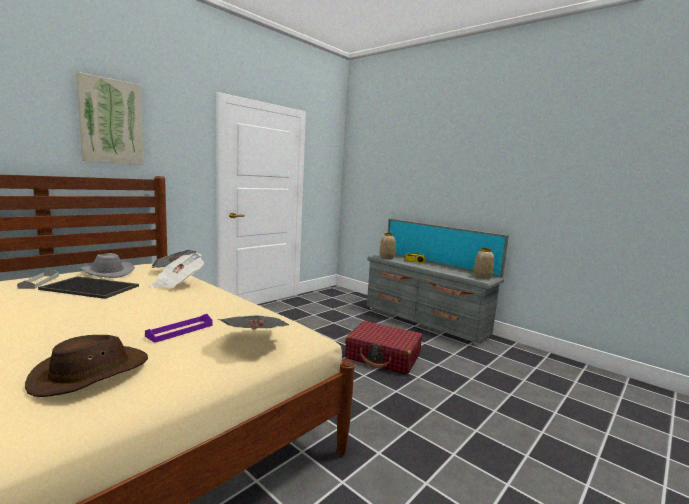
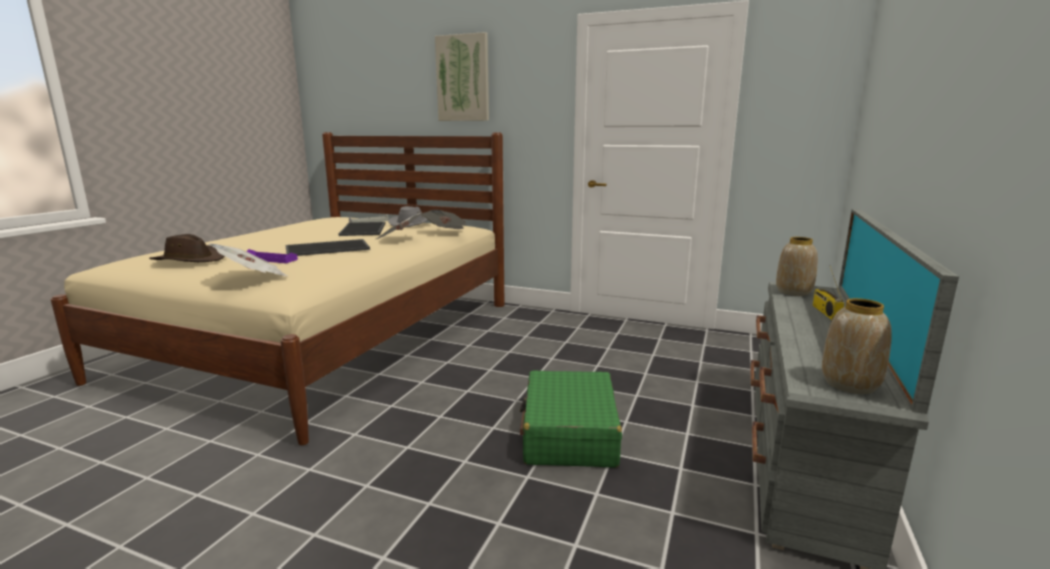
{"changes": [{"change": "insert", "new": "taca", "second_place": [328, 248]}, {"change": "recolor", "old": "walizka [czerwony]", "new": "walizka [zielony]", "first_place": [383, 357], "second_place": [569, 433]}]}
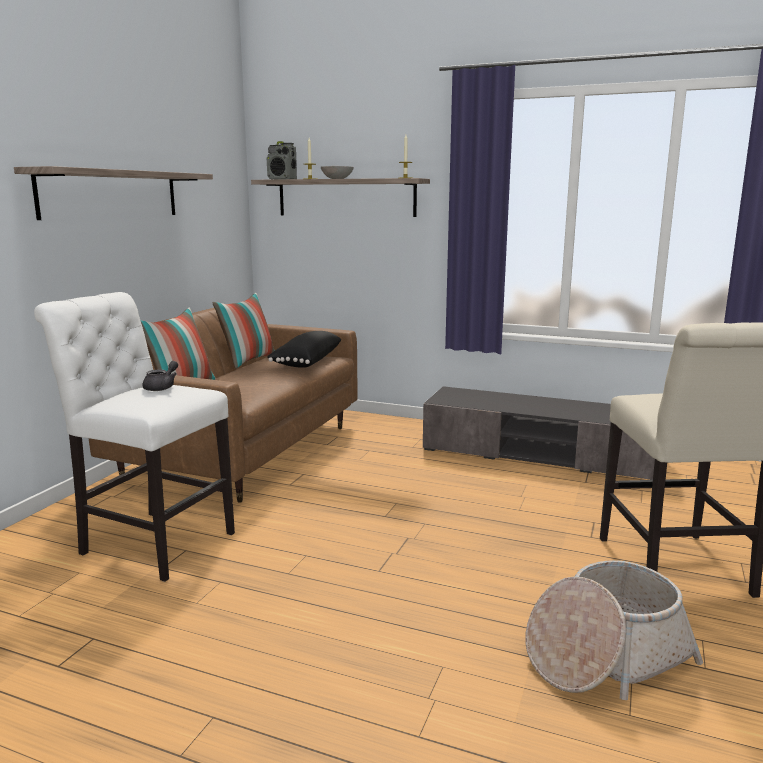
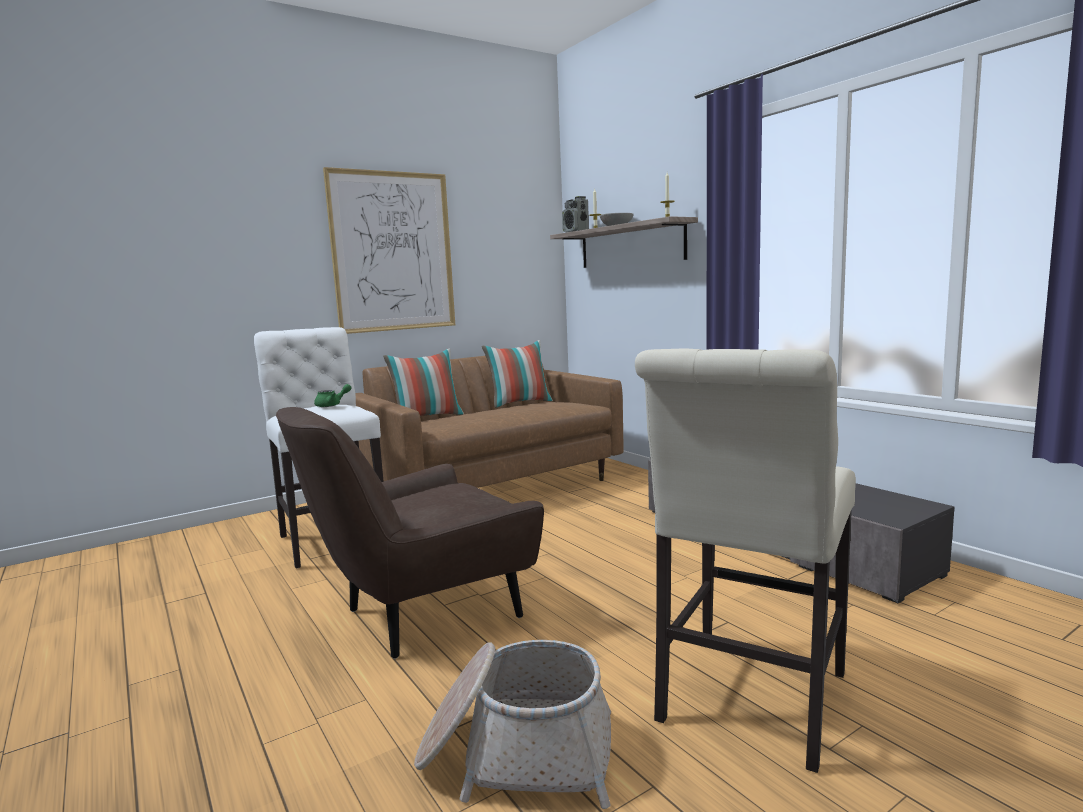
{"changes": [{"change": "insert", "new": "fotel [brązowy]", "second_place": [421, 616]}, {"change": "recolor", "old": "imbryk [szary]", "new": "imbryk [zielony]", "first_place": [162, 387], "second_place": [332, 405]}, {"change": "replace", "old": "półka", "new": "obraz", "first_place": [111, 194], "second_place": [392, 252]}, {"change": "delete", "old": "poduszka [czarny]", "first_place": [305, 361]}]}
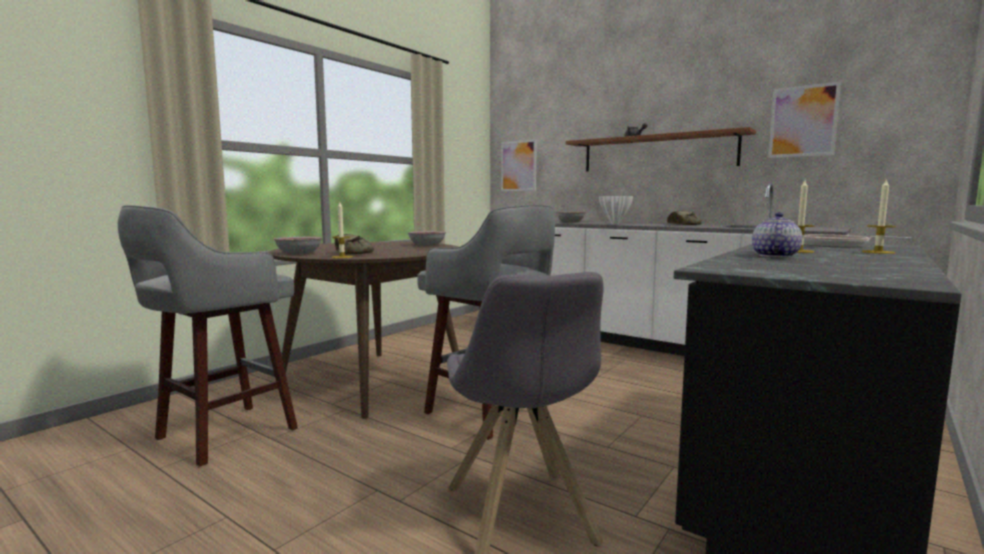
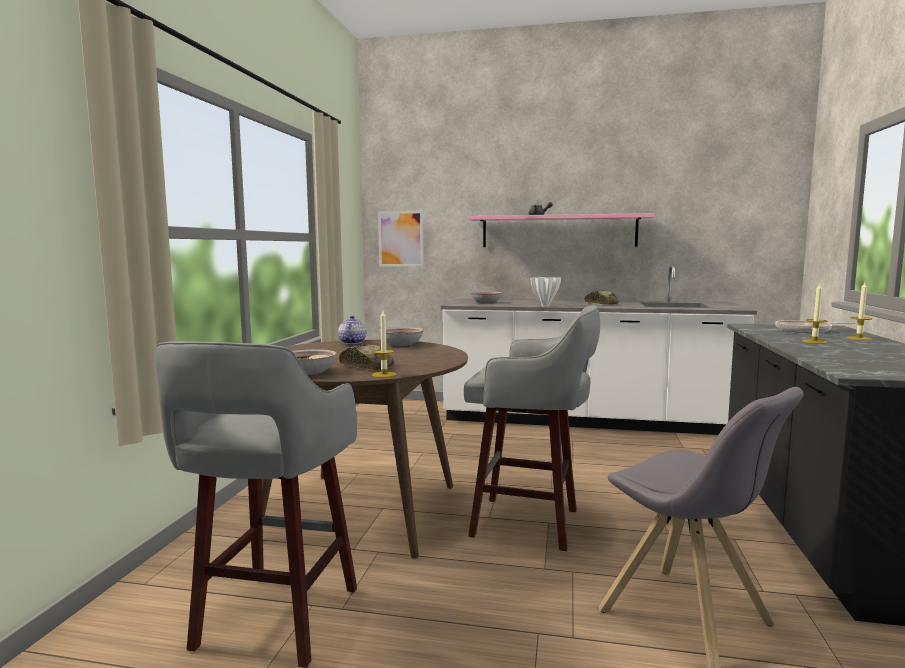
{"changes": [{"change": "move", "old": "imbryk", "first_place": [773, 256], "second_place": [351, 342]}, {"change": "recolor", "old": "półka [brązowy]", "new": "półka [różowy]", "first_place": [657, 153], "second_place": [558, 231]}, {"change": "delete", "old": "obraz", "first_place": [803, 121]}]}
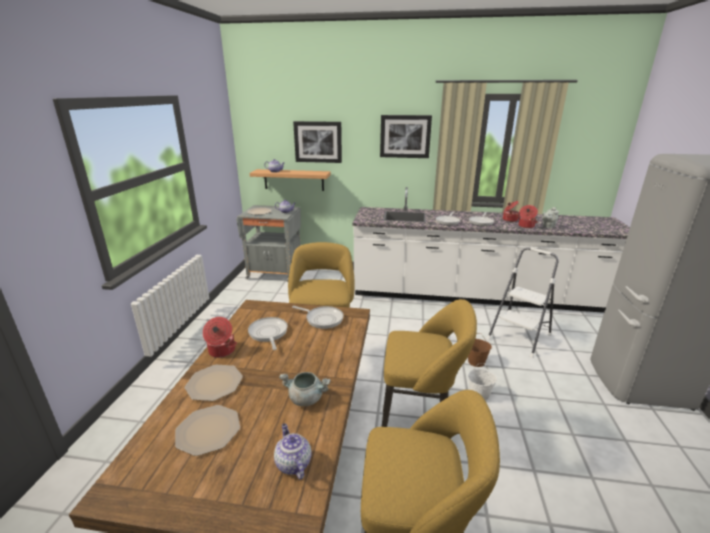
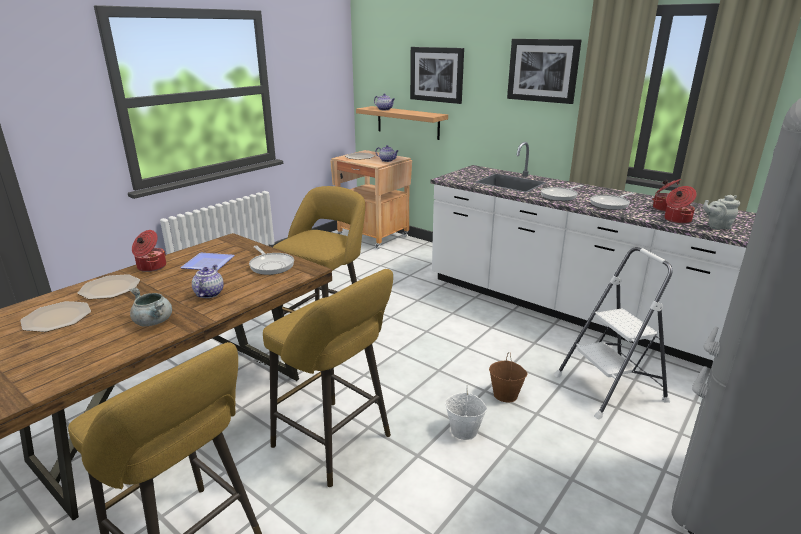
{"changes": [{"change": "replace", "old": "patelnia", "new": "talerz", "first_place": [268, 333], "second_place": [206, 264]}, {"change": "move", "old": "imbryk", "first_place": [293, 463], "second_place": [209, 293]}, {"change": "recolor", "old": "wózek [szary]", "new": "wózek [brązowy]", "first_place": [275, 273], "second_place": [373, 237]}]}
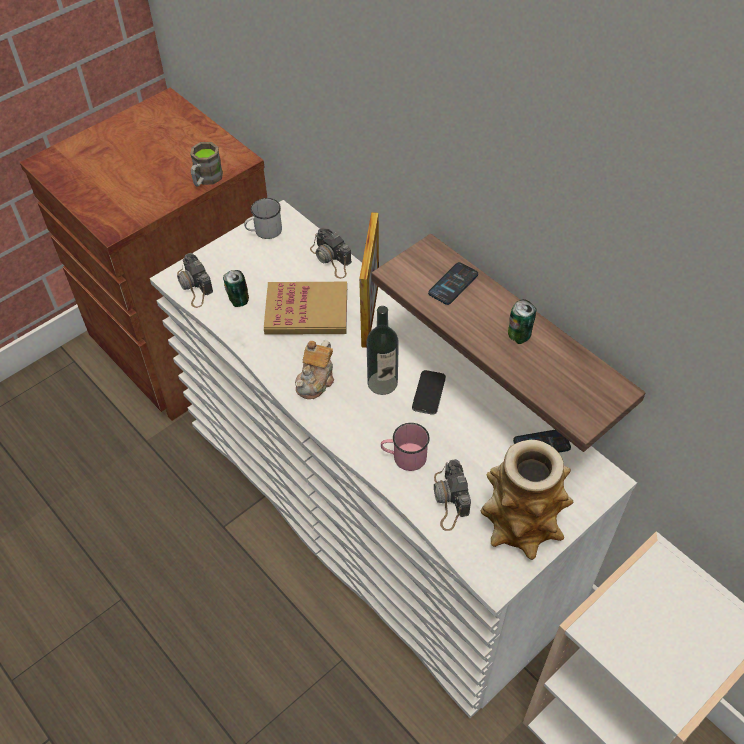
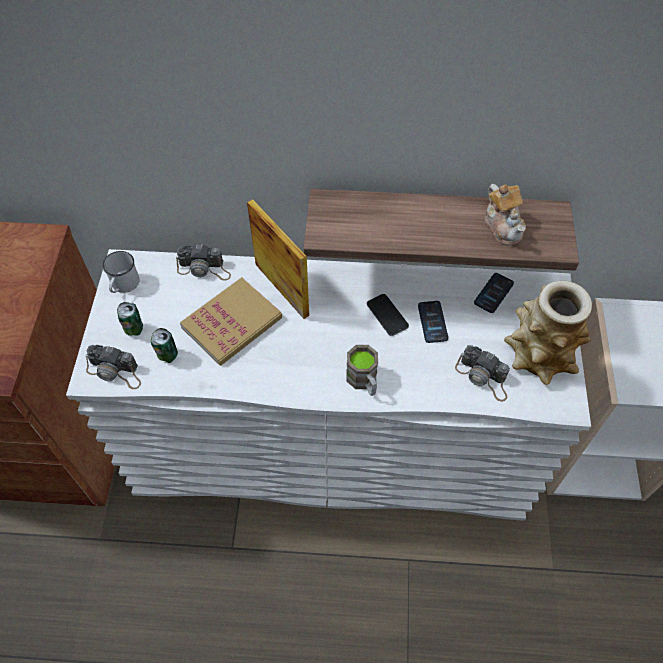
{"changes": [{"change": "move", "old": "puszka", "first_place": [518, 336], "second_place": [134, 330]}, {"change": "move", "old": "kubek [brązowy]", "first_place": [206, 179], "second_place": [364, 382]}, {"change": "move", "old": "telefon", "first_place": [453, 284], "second_place": [432, 322]}, {"change": "move", "old": "imbryk", "first_place": [316, 380], "second_place": [503, 226]}, {"change": "delete", "old": "butelka", "first_place": [382, 383]}, {"change": "delete", "old": "kubek [różowy]", "first_place": [404, 457]}]}
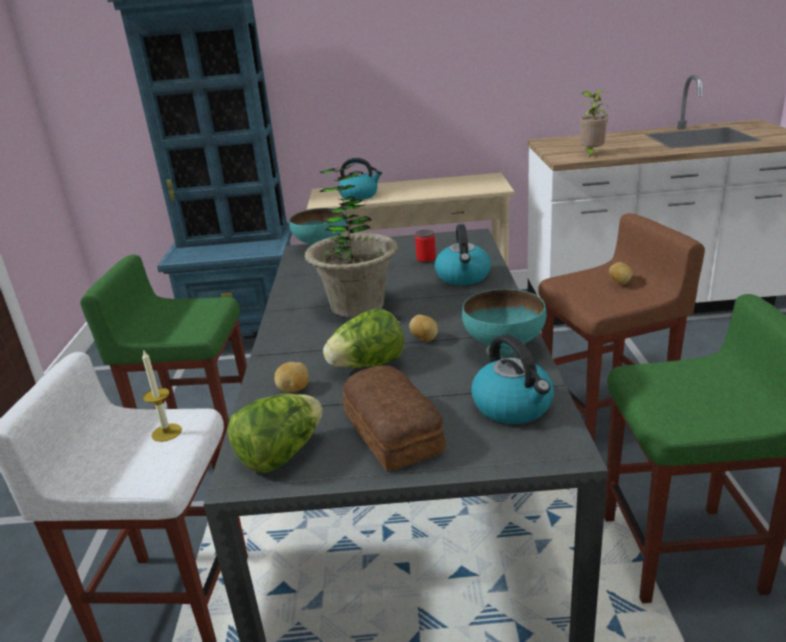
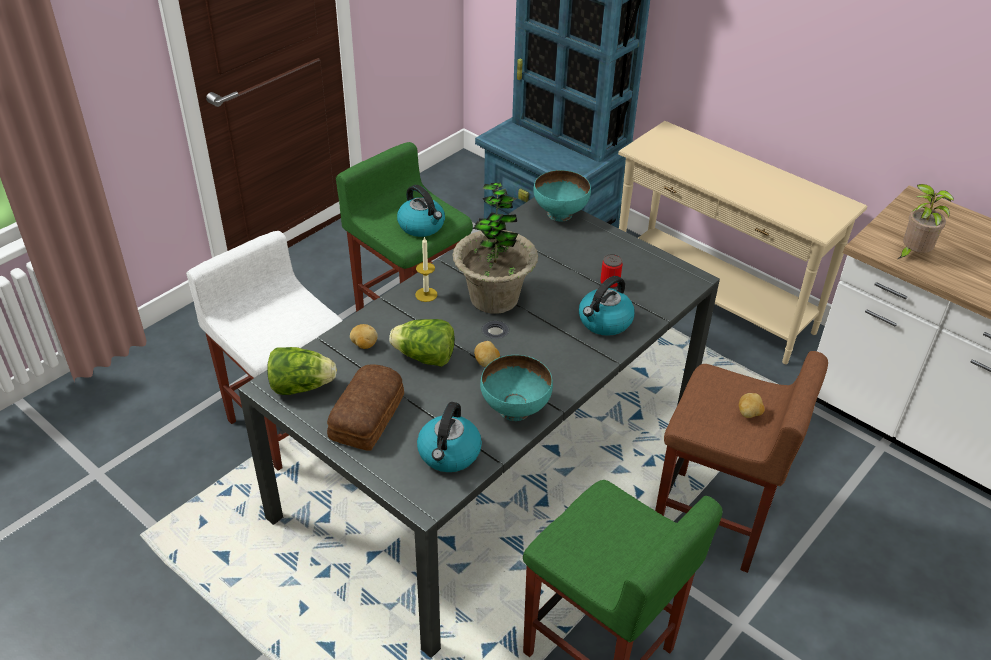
{"changes": [{"change": "move", "old": "czajnik", "first_place": [359, 195], "second_place": [422, 226]}, {"change": "move", "old": "świeca", "first_place": [166, 432], "second_place": [426, 294]}]}
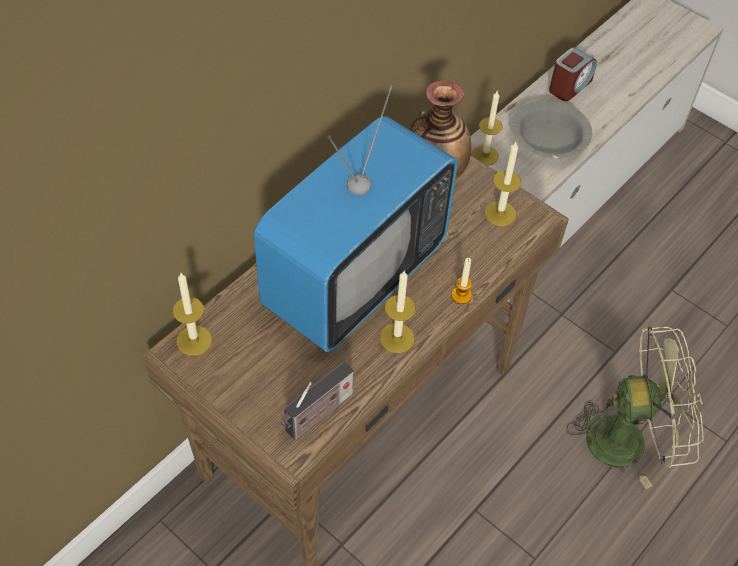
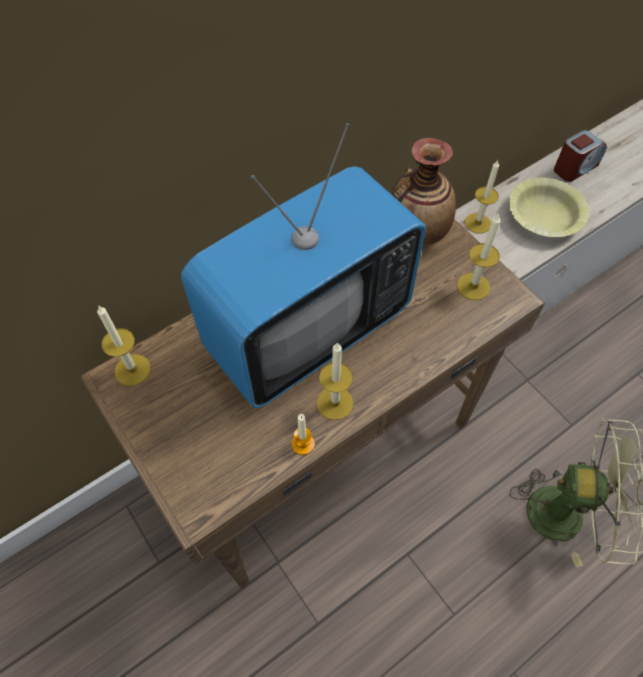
{"changes": [{"change": "move", "old": "świeca", "first_place": [461, 295], "second_place": [303, 444]}, {"change": "recolor", "old": "miska [szary]", "new": "miska [żółty]", "first_place": [548, 139], "second_place": [543, 216]}, {"change": "delete", "old": "radio", "first_place": [317, 415]}]}
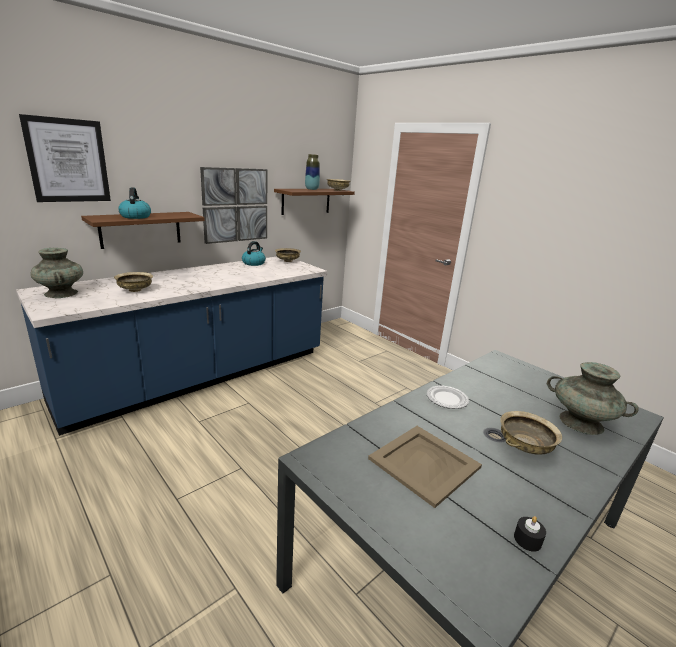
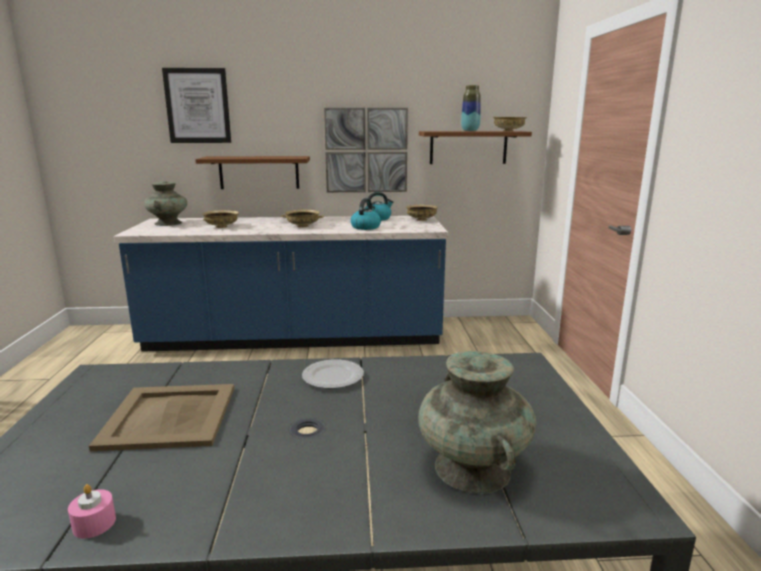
{"changes": [{"change": "recolor", "old": "świeca [czarny]", "new": "świeca [różowy]", "first_place": [527, 540], "second_place": [94, 523]}, {"change": "move", "old": "miska [beżowy]", "first_place": [525, 446], "second_place": [303, 226]}, {"change": "move", "old": "czajnik", "first_place": [135, 216], "second_place": [365, 227]}]}
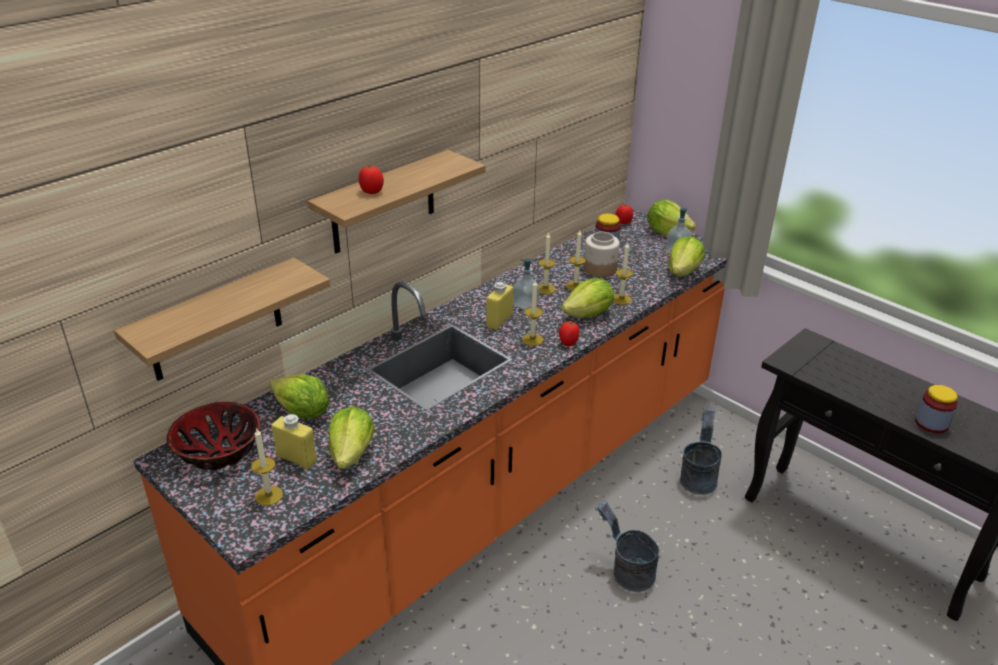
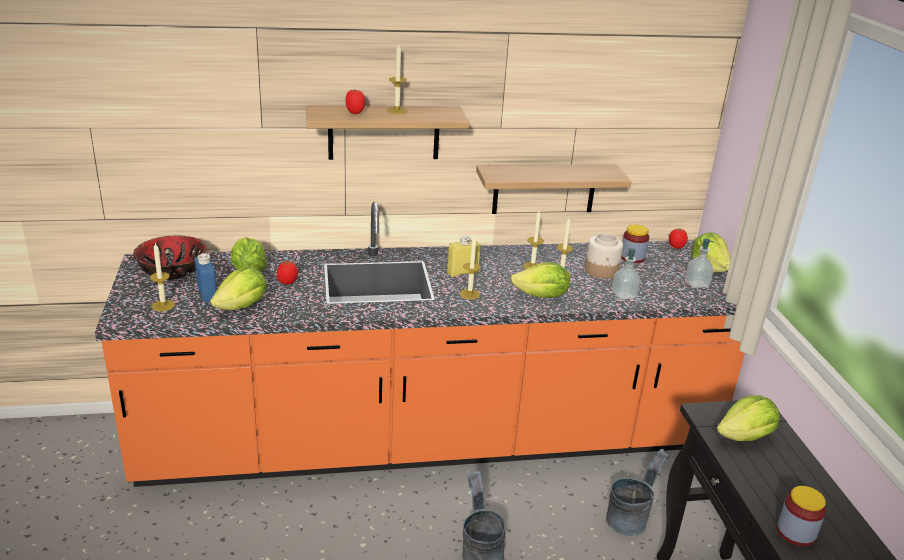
{"changes": [{"change": "recolor", "old": "butelka [żółty]", "new": "butelka [niebieski]", "first_place": [296, 459], "second_place": [207, 294]}, {"change": "move", "old": "pomidor", "first_place": [568, 343], "second_place": [288, 282]}, {"change": "move", "old": "świeca", "first_place": [621, 299], "second_place": [397, 110]}, {"change": "move", "old": "półka", "first_place": [215, 321], "second_place": [544, 188]}, {"change": "move", "old": "dozownik mydła", "first_place": [525, 305], "second_place": [624, 295]}, {"change": "move", "old": "sałata", "first_place": [683, 272], "second_place": [745, 437]}]}
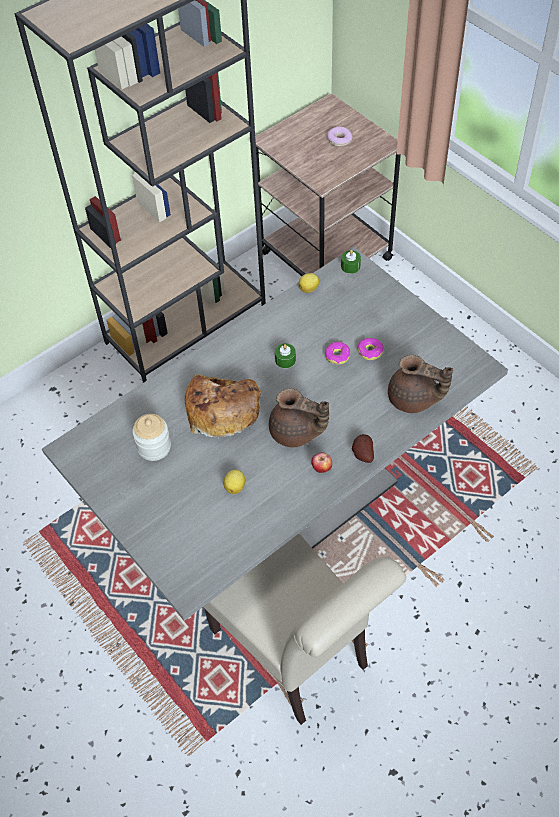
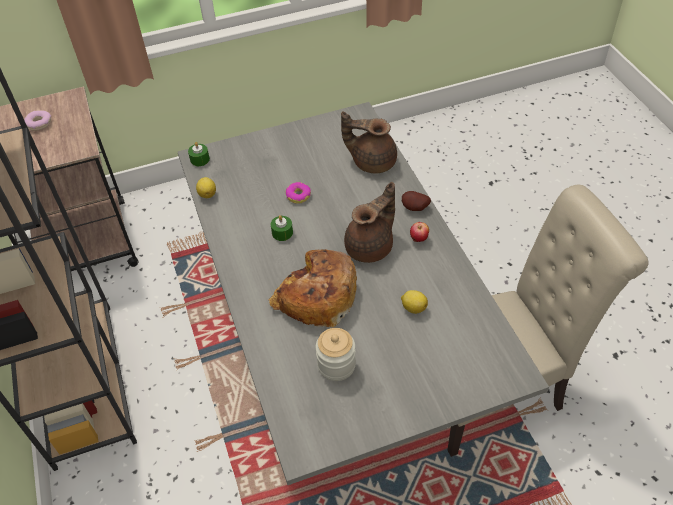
{"changes": [{"change": "rotate", "old": "imbryk [brązowy]", "first_place": [413, 399], "second_place": [372, 161], "degrees": -120}, {"change": "delete", "old": "donut", "first_place": [370, 351]}]}
